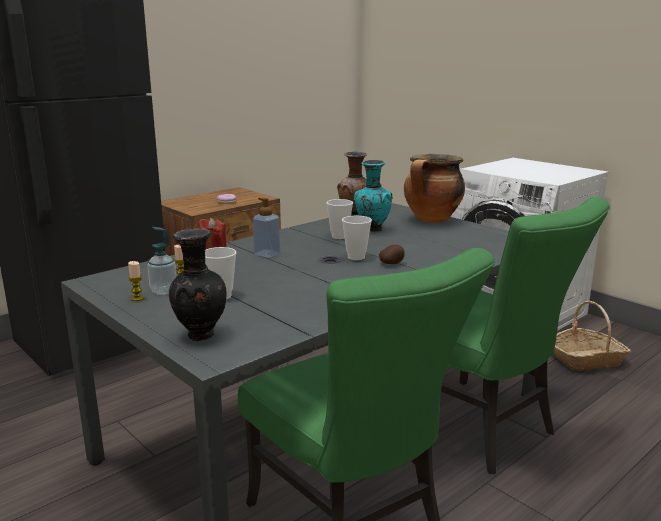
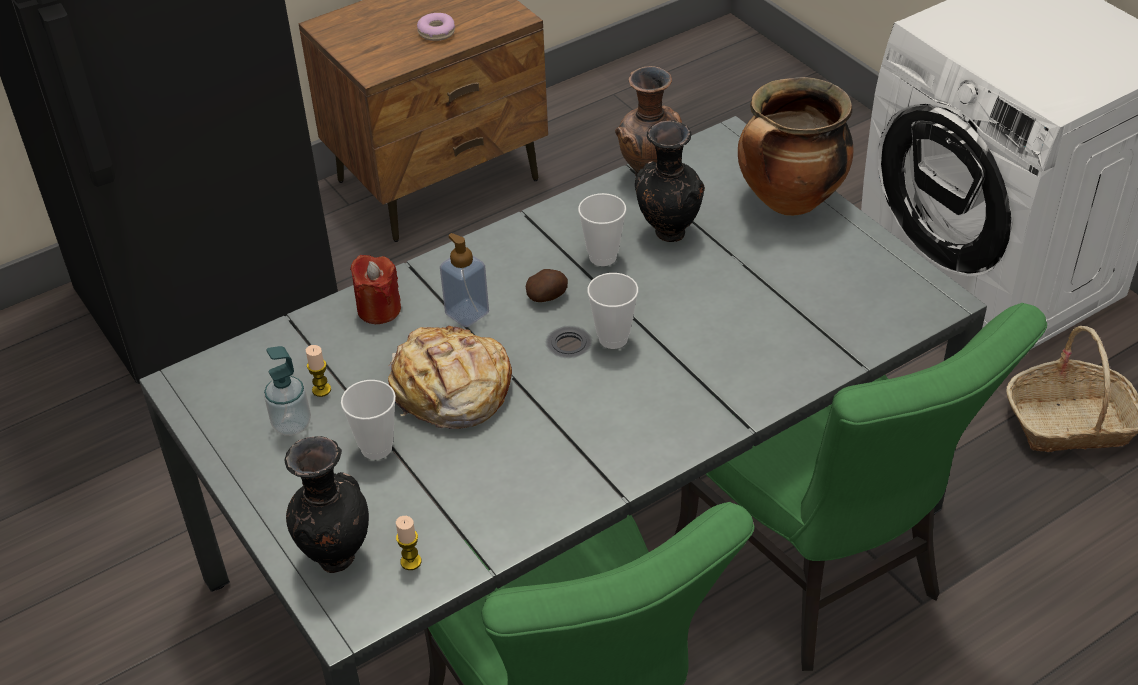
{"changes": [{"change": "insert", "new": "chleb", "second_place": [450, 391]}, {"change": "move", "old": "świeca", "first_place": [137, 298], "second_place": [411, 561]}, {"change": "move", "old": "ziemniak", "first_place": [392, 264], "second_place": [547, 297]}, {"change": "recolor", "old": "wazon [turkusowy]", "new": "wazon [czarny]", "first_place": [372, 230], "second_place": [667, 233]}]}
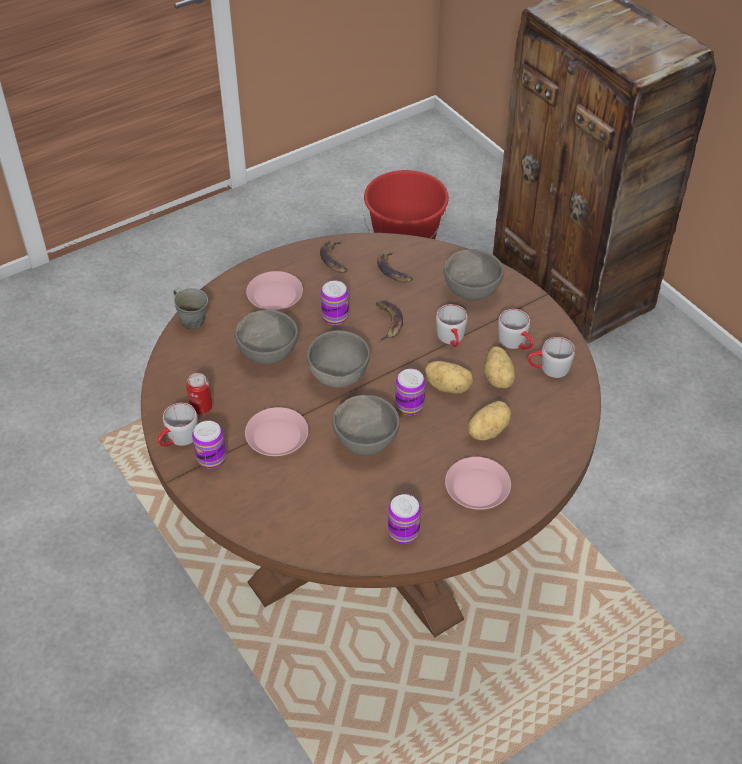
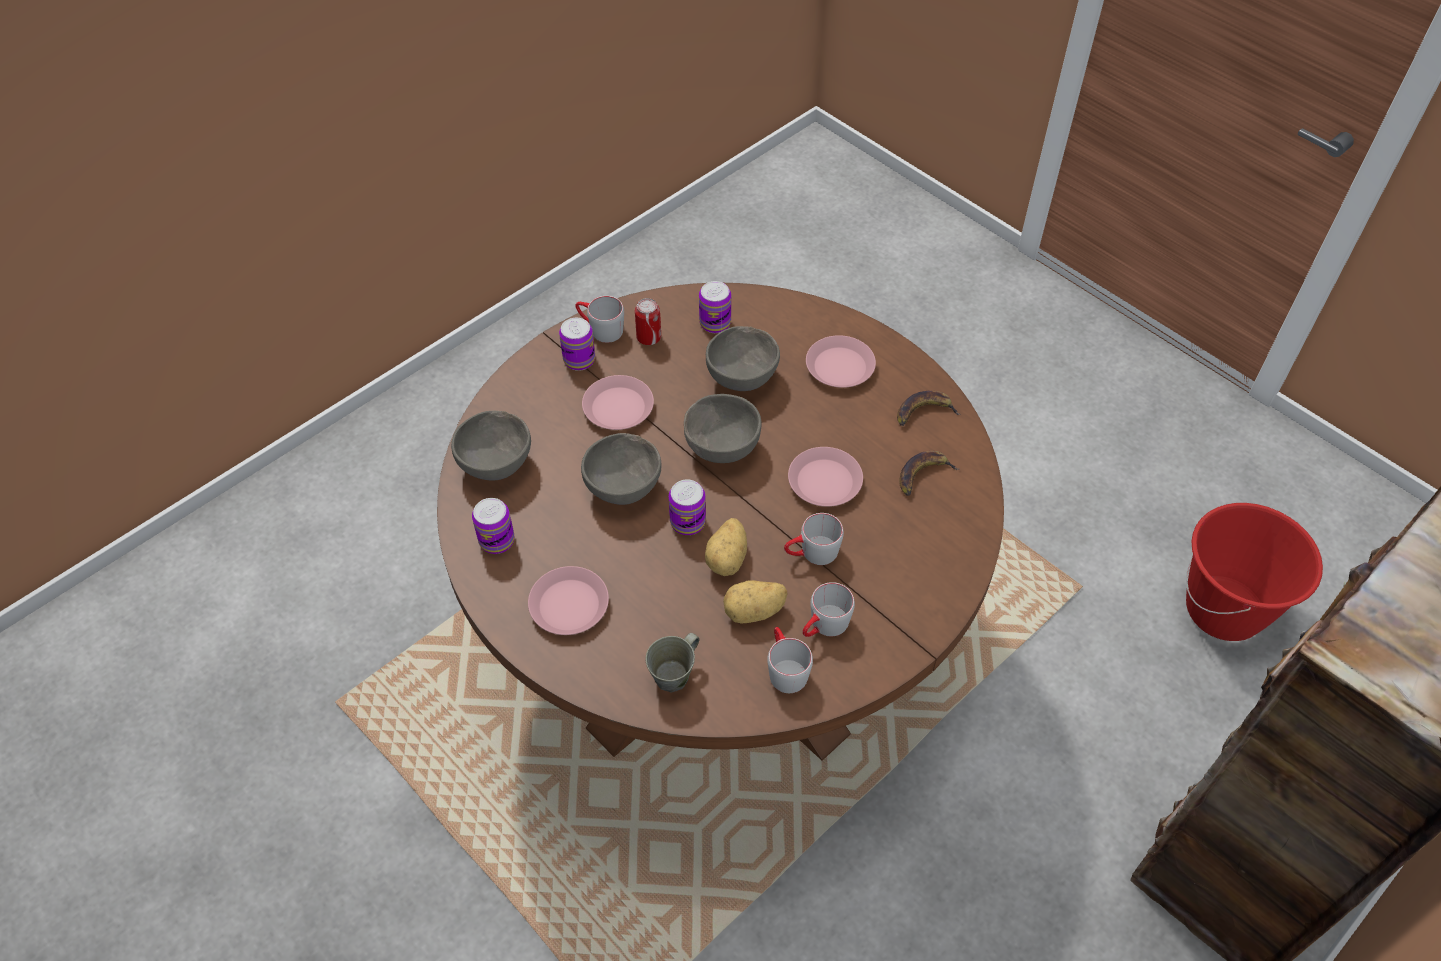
{"changes": [{"change": "move", "old": "miska [szary]", "first_place": [471, 290], "second_place": [497, 464]}, {"change": "move", "old": "kubek [szary]", "first_place": [192, 320], "second_place": [674, 676]}, {"change": "move", "old": "puszka", "first_place": [335, 316], "second_place": [715, 323]}, {"change": "replace", "old": "banan", "new": "talerz [różowy]", "first_place": [387, 322], "second_place": [825, 482]}, {"change": "delete", "old": "ziemniak", "first_place": [487, 430]}]}
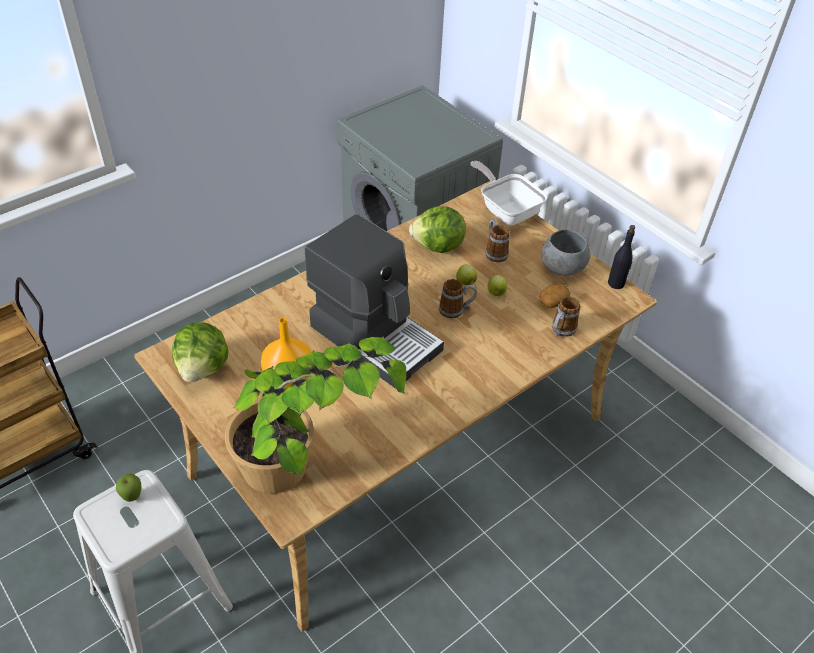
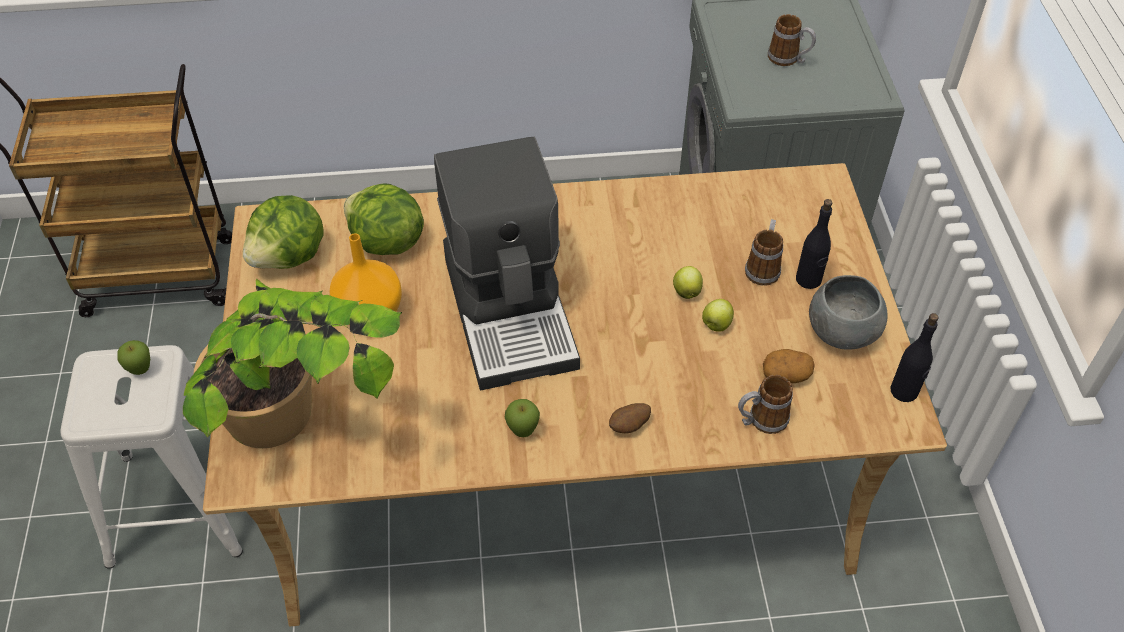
{"changes": [{"change": "move", "old": "sałata", "first_place": [438, 247], "second_place": [386, 242]}, {"change": "insert", "new": "jabłko", "second_place": [523, 432]}, {"change": "insert", "new": "ziemniak", "second_place": [629, 426]}, {"change": "move", "old": "kubek", "first_place": [456, 310], "second_place": [789, 59]}, {"change": "insert", "new": "butelka [czarny]", "second_place": [808, 280]}, {"change": "delete", "old": "patelnia", "first_place": [506, 211]}]}
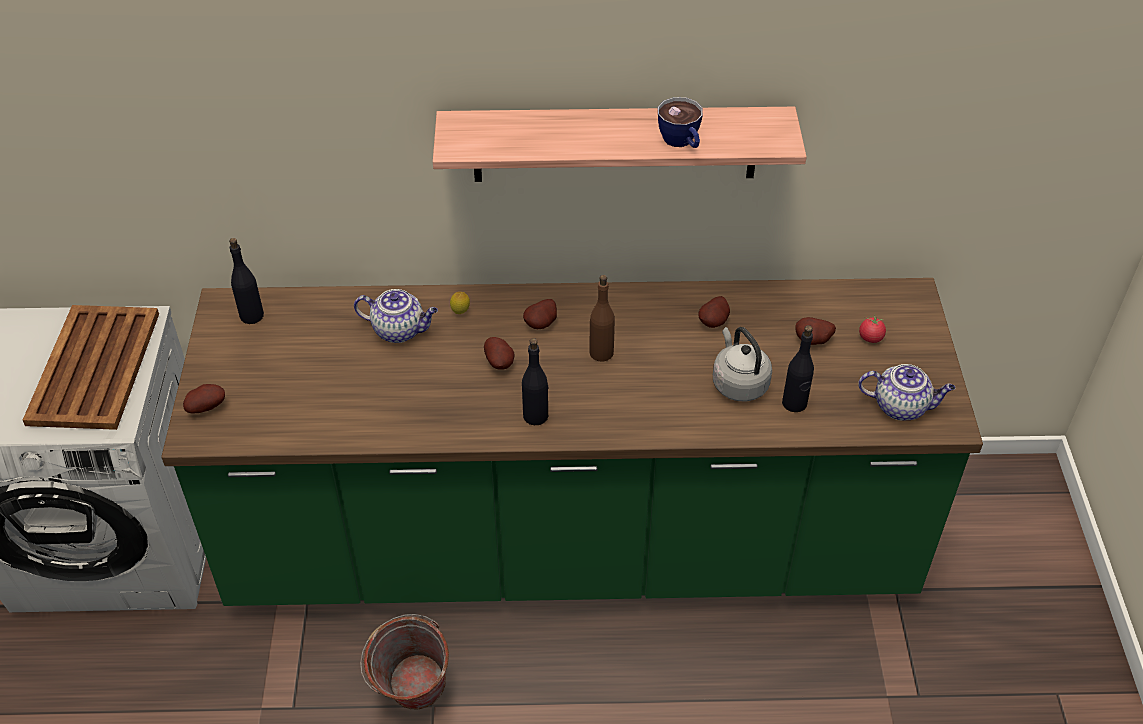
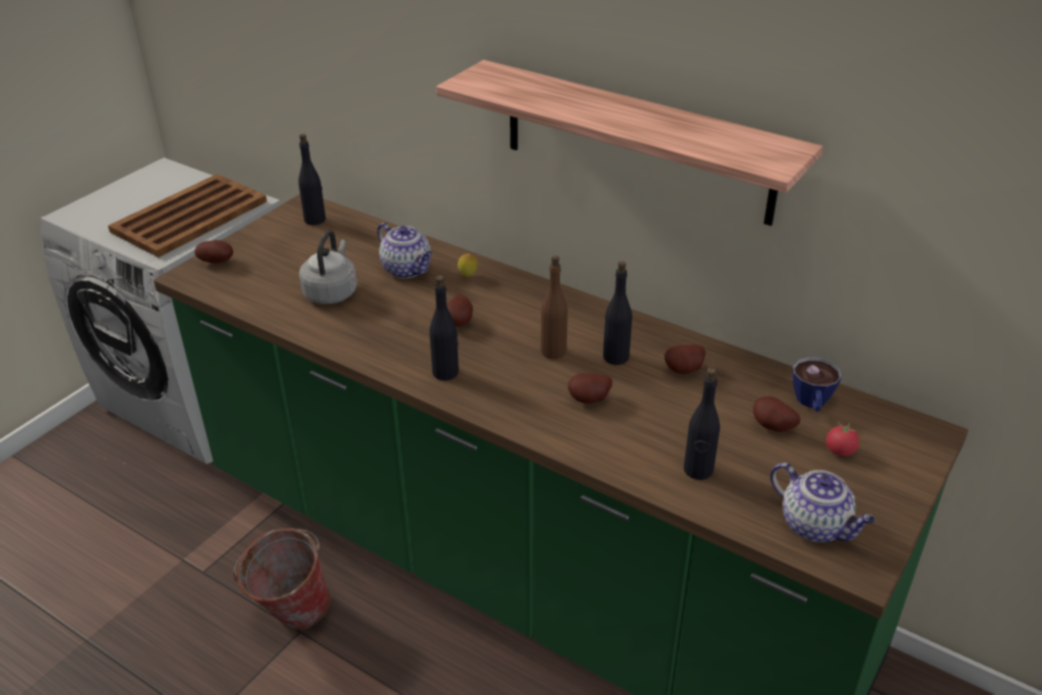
{"changes": [{"change": "move", "old": "czajnik [szary]", "first_place": [738, 383], "second_place": [331, 292]}, {"change": "move", "old": "ziemniak", "first_place": [542, 324], "second_place": [590, 401]}, {"change": "insert", "new": "butelka [czarny]", "second_place": [616, 357]}, {"change": "move", "old": "filiżanka", "first_place": [681, 142], "second_place": [812, 403]}]}
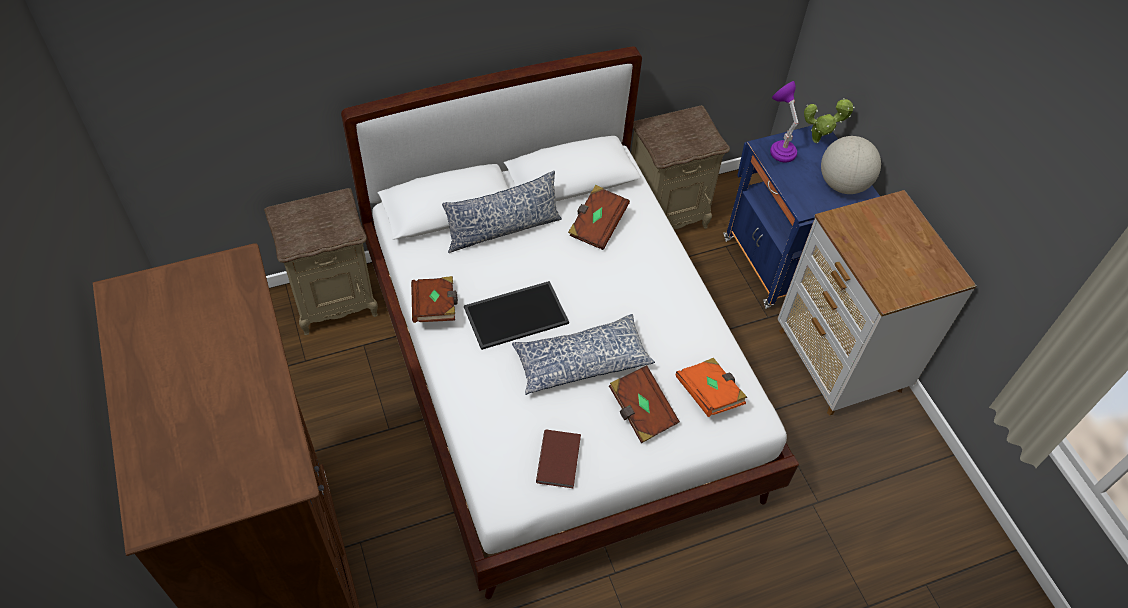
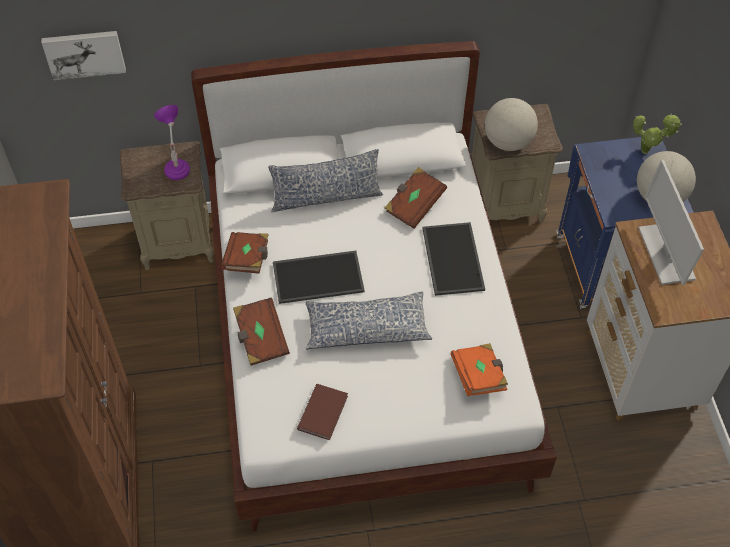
{"changes": [{"change": "insert", "new": "obraz", "second_place": [84, 53]}, {"change": "move", "old": "lampa stołowa [fioletowy]", "first_place": [778, 148], "second_place": [176, 165]}, {"change": "move", "old": "książka [brązowy]", "first_place": [641, 412], "second_place": [260, 339]}, {"change": "insert", "new": "taca", "second_place": [451, 258]}, {"change": "insert", "new": "globus", "second_place": [508, 142]}, {"change": "insert", "new": "monitor", "second_place": [665, 253]}]}
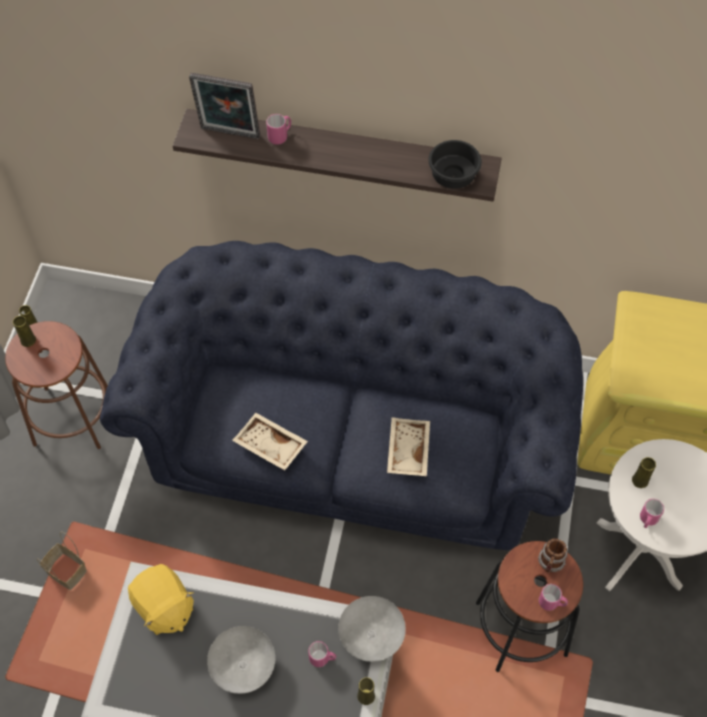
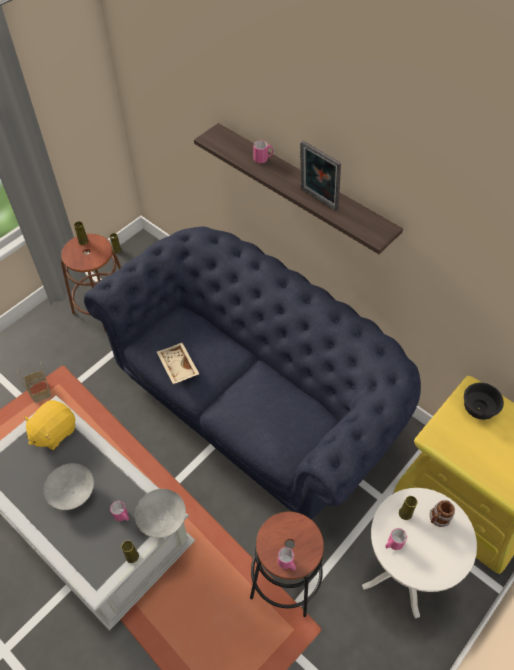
{"changes": [{"change": "rotate", "old": "pluszak [żółty]", "first_place": [164, 608], "second_place": [54, 432], "degrees": 45}, {"change": "move", "old": "ramka na zdjęcie", "first_place": [229, 135], "second_place": [317, 200]}, {"change": "move", "old": "kubek", "first_place": [550, 563], "second_place": [438, 519]}, {"change": "move", "old": "miska [czarny]", "first_place": [453, 177], "second_place": [478, 409]}, {"change": "delete", "old": "taca [beżowy]", "first_place": [407, 451]}]}
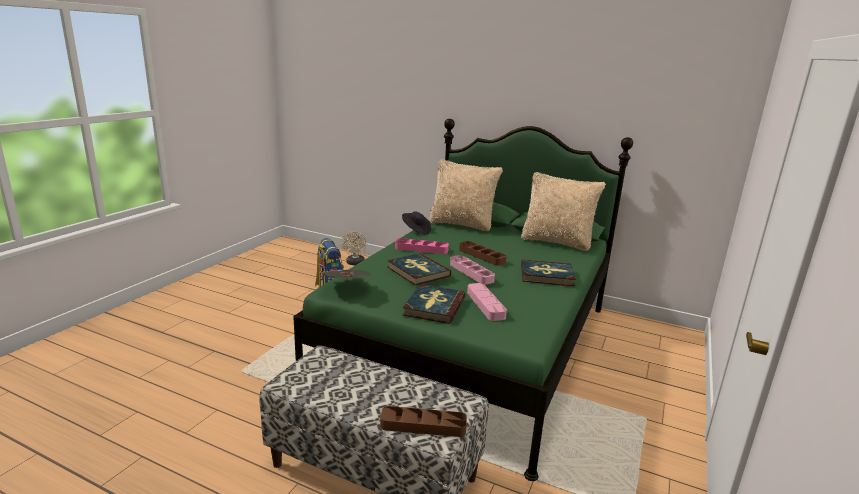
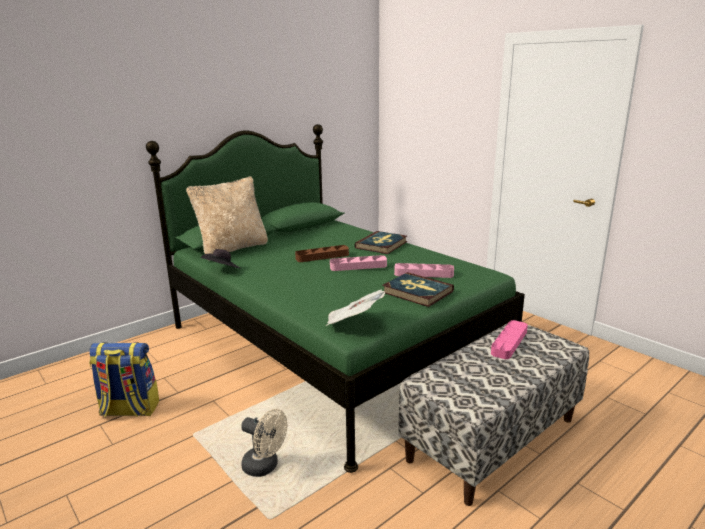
{"changes": [{"change": "move", "old": "wentylator [beżowy]", "first_place": [355, 263], "second_place": [265, 466]}, {"change": "move", "old": "taca [różowy]", "first_place": [421, 249], "second_place": [509, 342]}, {"change": "delete", "old": "taca [brązowy]", "first_place": [423, 425]}, {"change": "delete", "old": "książka", "first_place": [418, 271]}, {"change": "delete", "old": "poduszka [beżowy]", "first_place": [557, 243]}]}
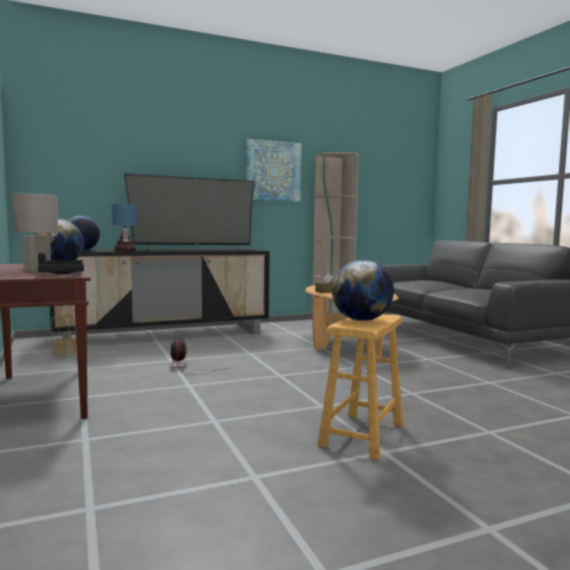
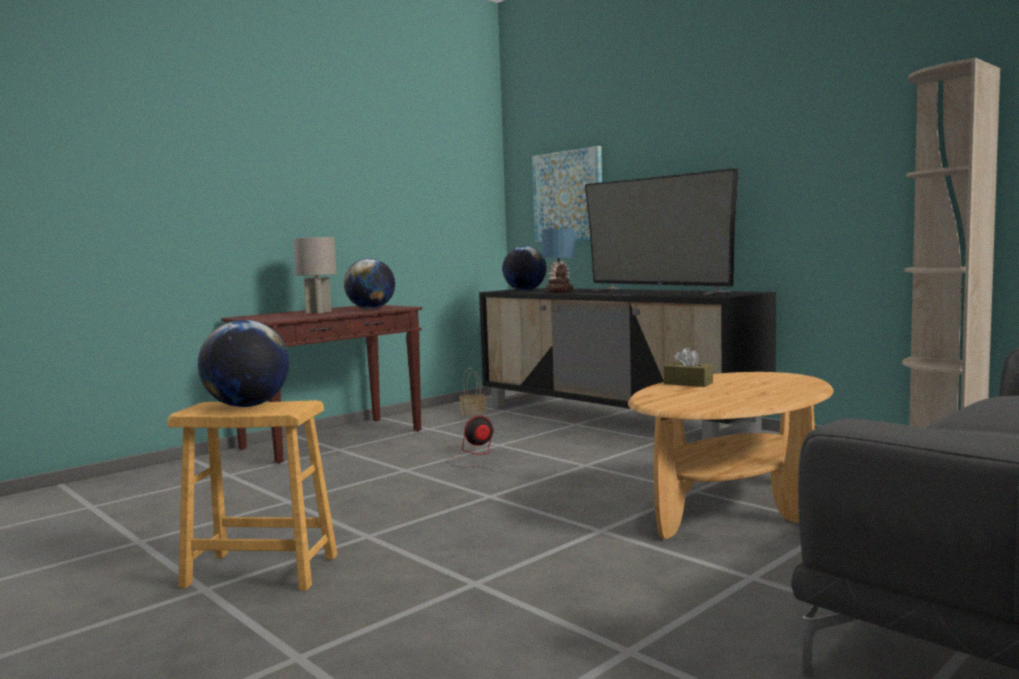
{"changes": [{"change": "move", "old": "obraz", "first_place": [273, 171], "second_place": [568, 196]}, {"change": "delete", "old": "taca [czarny]", "first_place": [62, 274]}]}
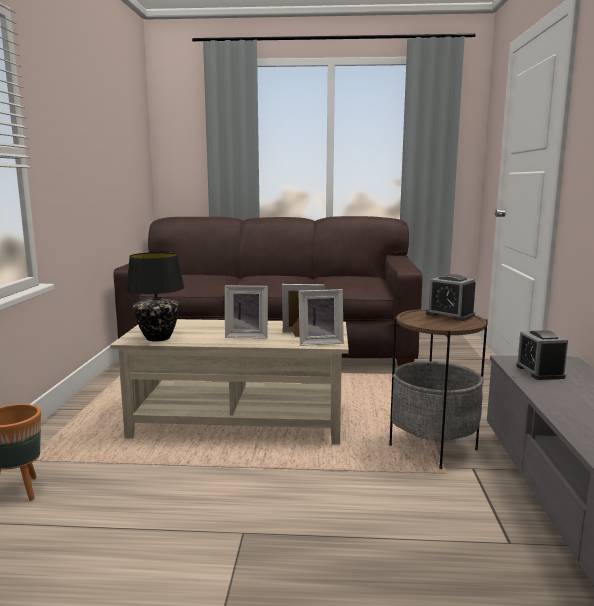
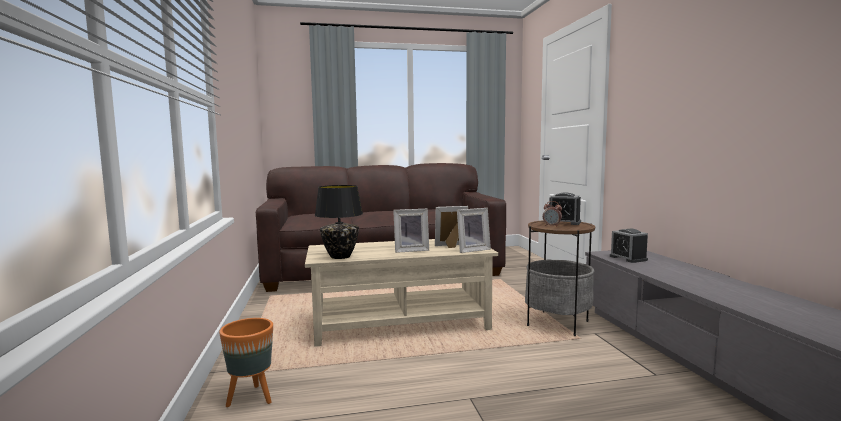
{"changes": [{"change": "insert", "new": "budzik", "second_place": [552, 226]}]}
